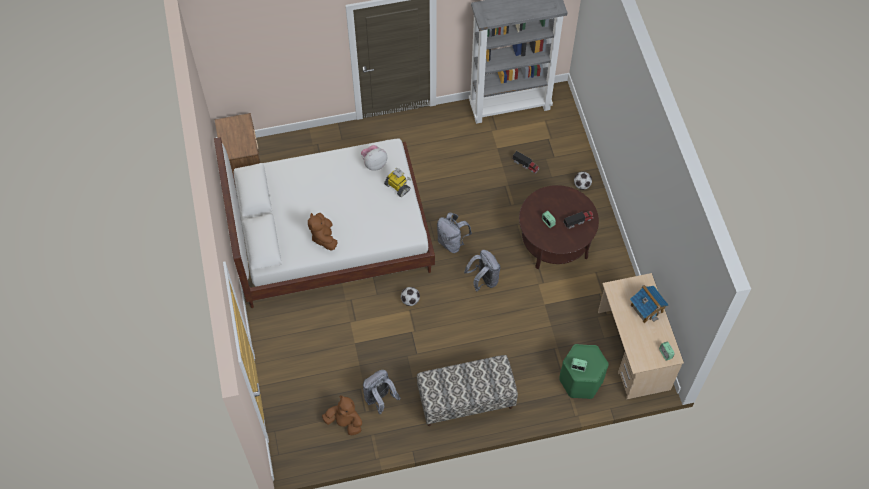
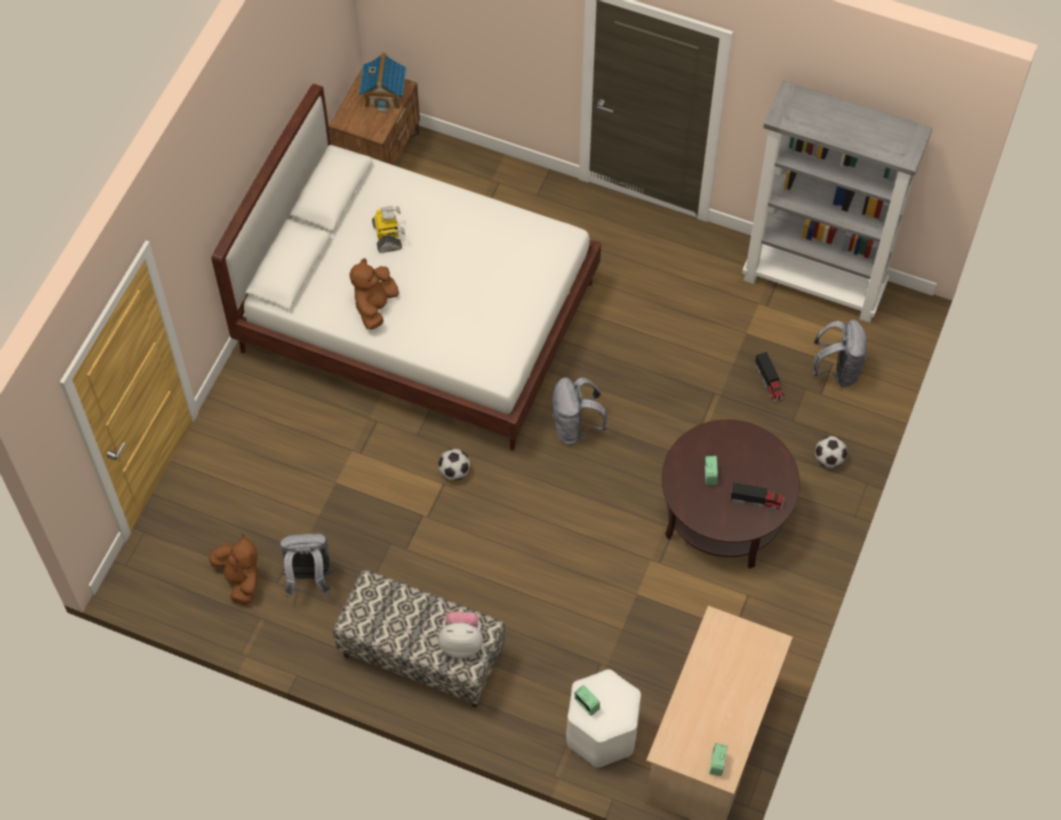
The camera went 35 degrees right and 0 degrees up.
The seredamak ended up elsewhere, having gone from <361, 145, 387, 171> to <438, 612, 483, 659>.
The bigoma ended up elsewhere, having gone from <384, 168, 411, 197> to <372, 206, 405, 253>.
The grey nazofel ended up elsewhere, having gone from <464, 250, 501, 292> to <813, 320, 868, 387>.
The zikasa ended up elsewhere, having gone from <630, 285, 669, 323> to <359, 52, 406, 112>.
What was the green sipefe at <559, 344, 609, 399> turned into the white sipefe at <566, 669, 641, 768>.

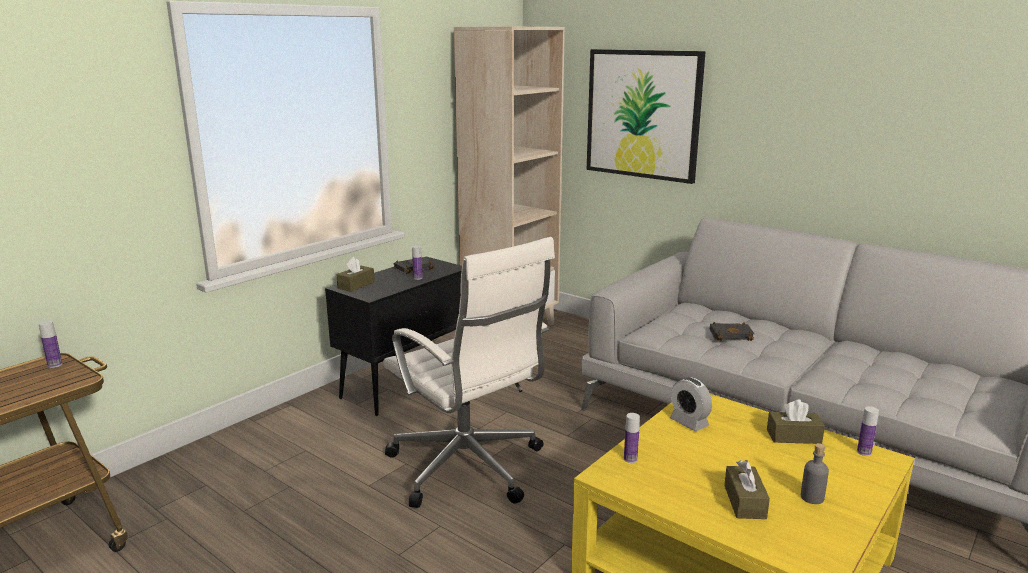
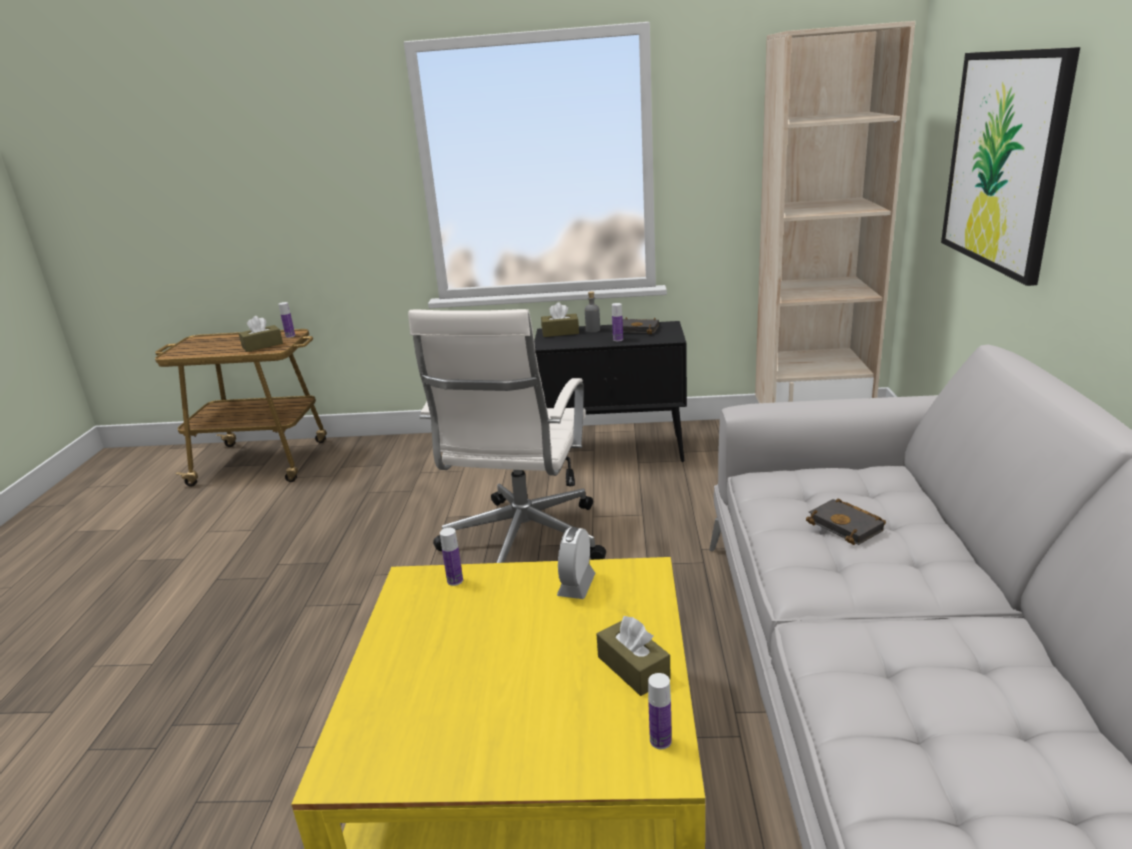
The camera went 55 degrees right and 5 degrees up.
The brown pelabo ended up elsewhere, having gone from <724, 460, 770, 519> to <239, 316, 283, 352>.
The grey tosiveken ended up elsewhere, having gone from <801, 443, 829, 504> to <585, 291, 600, 333>.

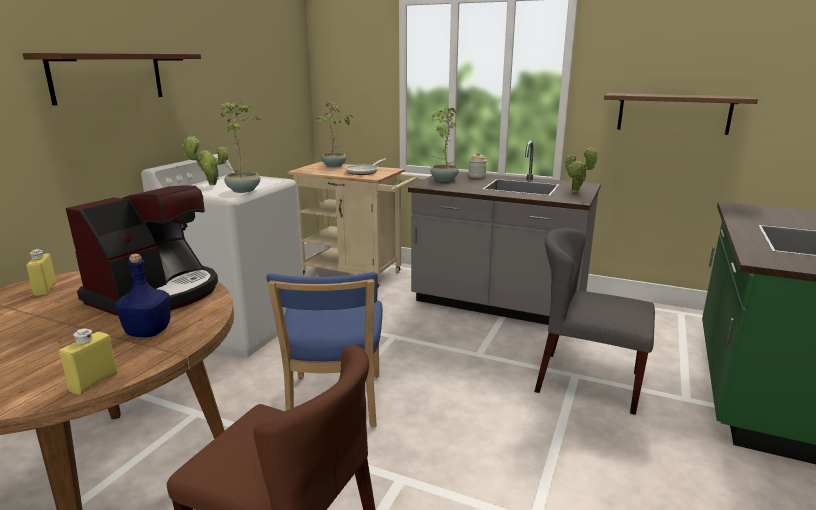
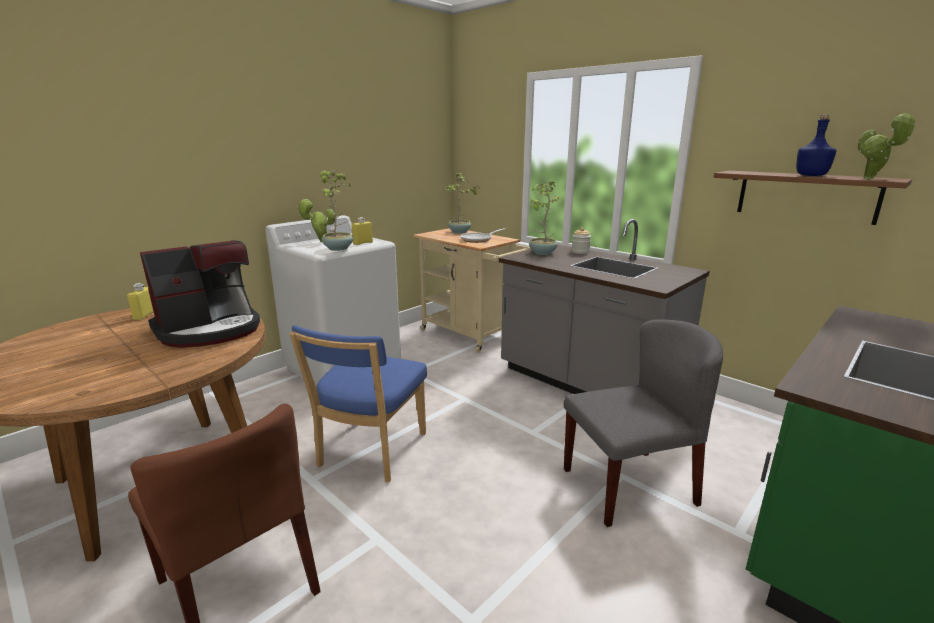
The camera went 20 degrees right and 0 degrees up.
The second view lost the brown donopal at <23, 53, 201, 105>.
The yellow tosiveken ended up elsewhere, having gone from <59, 328, 117, 395> to <351, 217, 373, 245>.
The blue tosiveken ended up elsewhere, having gone from <116, 254, 171, 337> to <796, 115, 837, 176>.
The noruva ended up elsewhere, having gone from <565, 147, 599, 192> to <858, 113, 917, 179>.
The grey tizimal at <534, 228, 655, 415> ended up facing another way, 120 degrees clockwise from before.

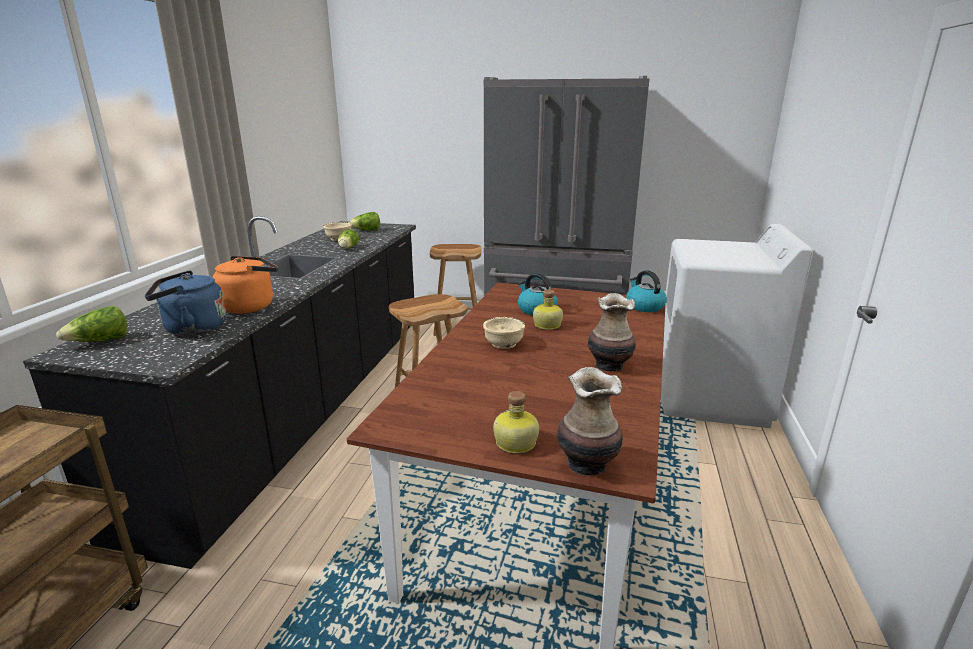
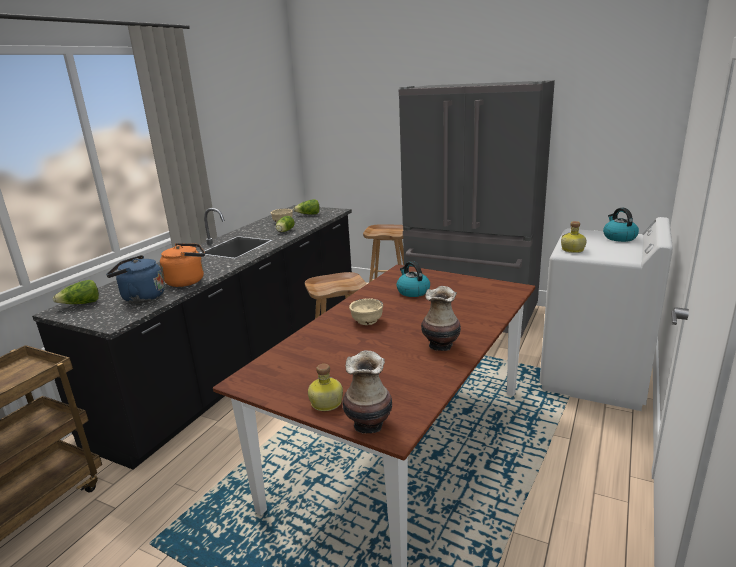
The camera went 15 degrees right and 0 degrees up.
The tosiveken ended up elsewhere, having gone from <533, 290, 563, 330> to <561, 221, 587, 253>.
The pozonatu ended up elsewhere, having gone from <626, 270, 667, 312> to <603, 208, 639, 242>.

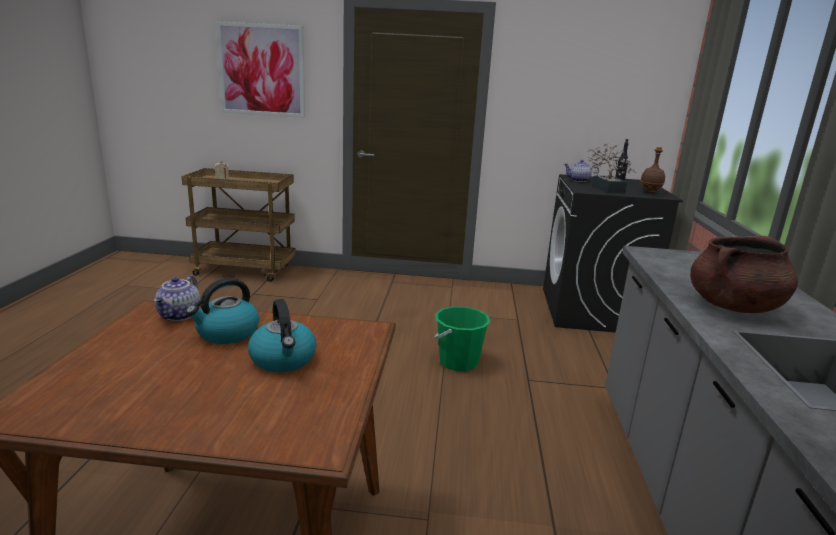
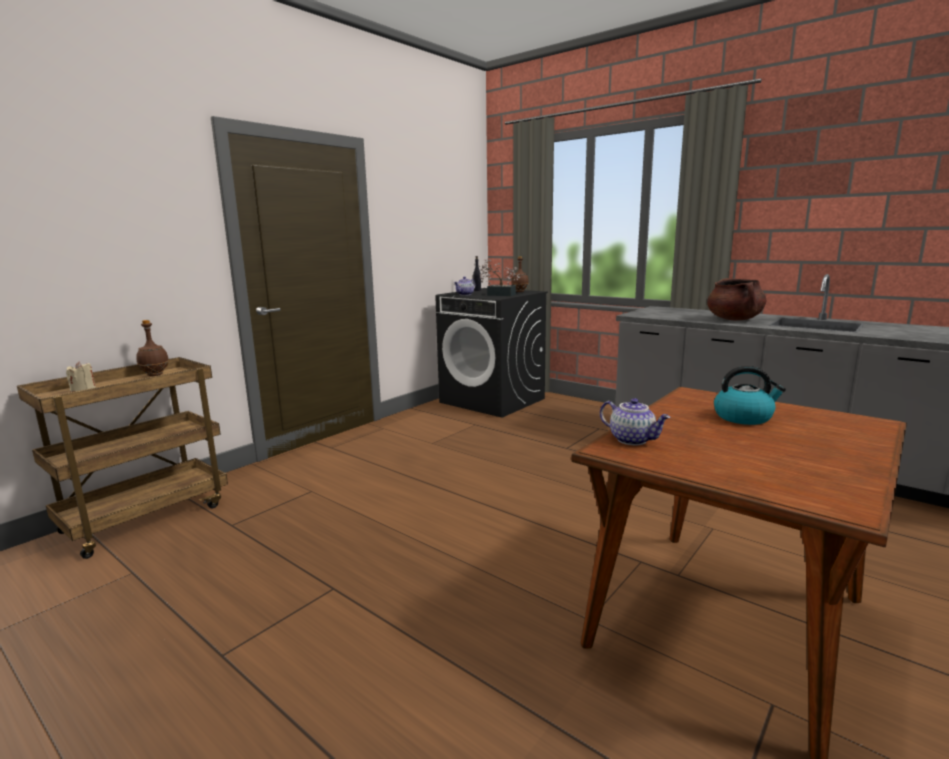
The camera went 55 degrees left and 5 degrees down.
The second view lost the pozonatu at <186, 278, 259, 344>.
The second view lost the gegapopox at <216, 21, 305, 118>.
The second view lost the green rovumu at <434, 306, 490, 371>.
The second view gained the brown tosiveken at <136, 320, 169, 376>.

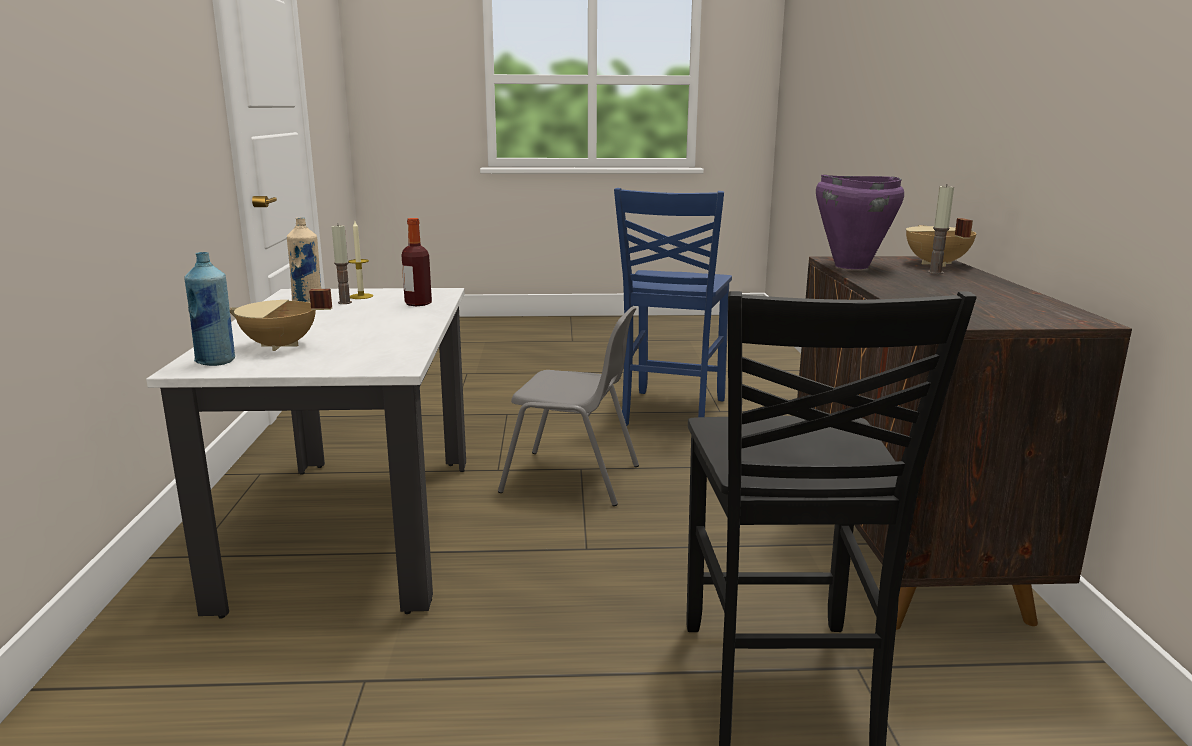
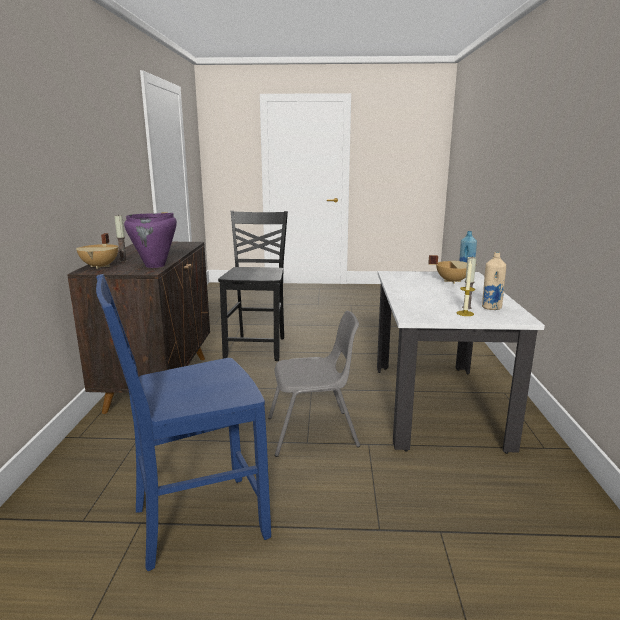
The camera went 175 degrees left and 0 degrees up.
The second view lost the tosiveken at <401, 218, 432, 306>.
The grey tizimal at <498, 307, 639, 506> ended up facing another way, 150 degrees clockwise from before.
The blue tizimal at <614, 188, 732, 426> ended up facing another way, 135 degrees counterclockwise from before.

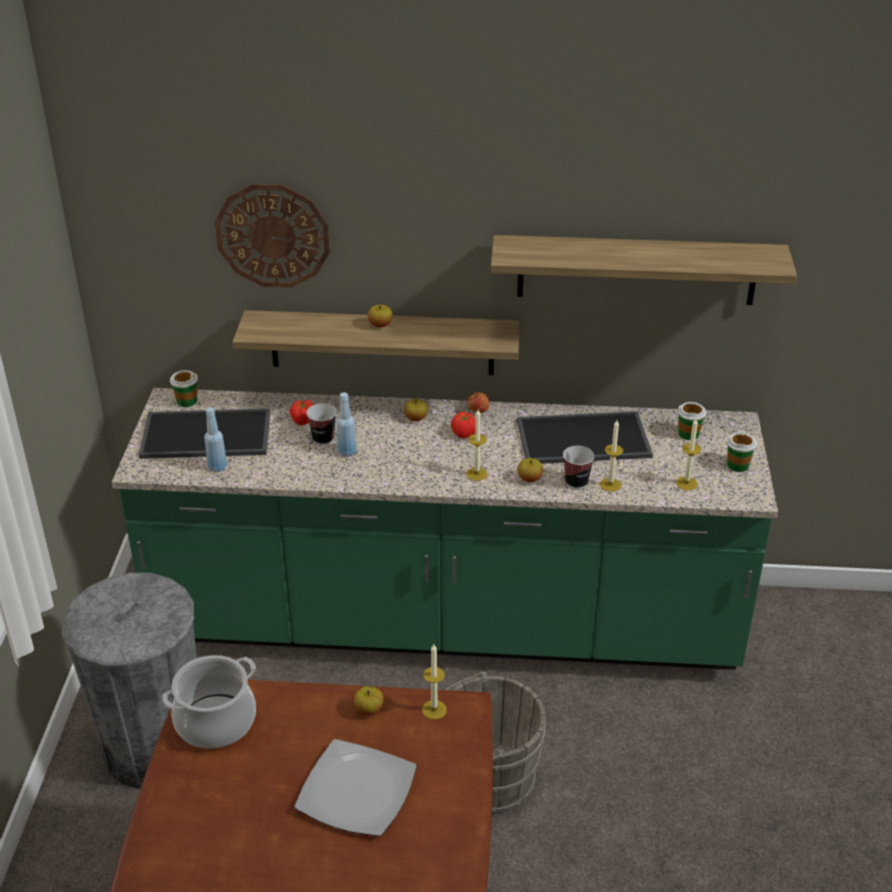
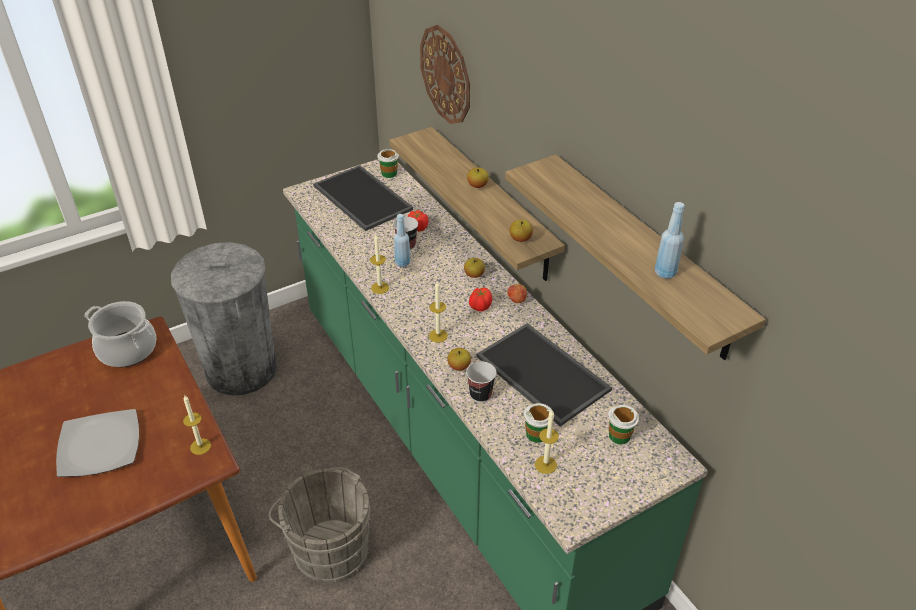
The camera went 55 degrees right and 5 degrees up.
The blue tosiveken ended up elsewhere, having gone from <204, 407, 227, 472> to <655, 202, 685, 279>.
The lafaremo ended up elsewhere, having gone from <354, 686, 384, 715> to <510, 220, 533, 242>.
The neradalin ended up elsewhere, having gone from <600, 420, 623, 492> to <370, 235, 389, 294>.
The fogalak ended up elsewhere, having gone from <727, 432, 757, 472> to <524, 403, 554, 443>.

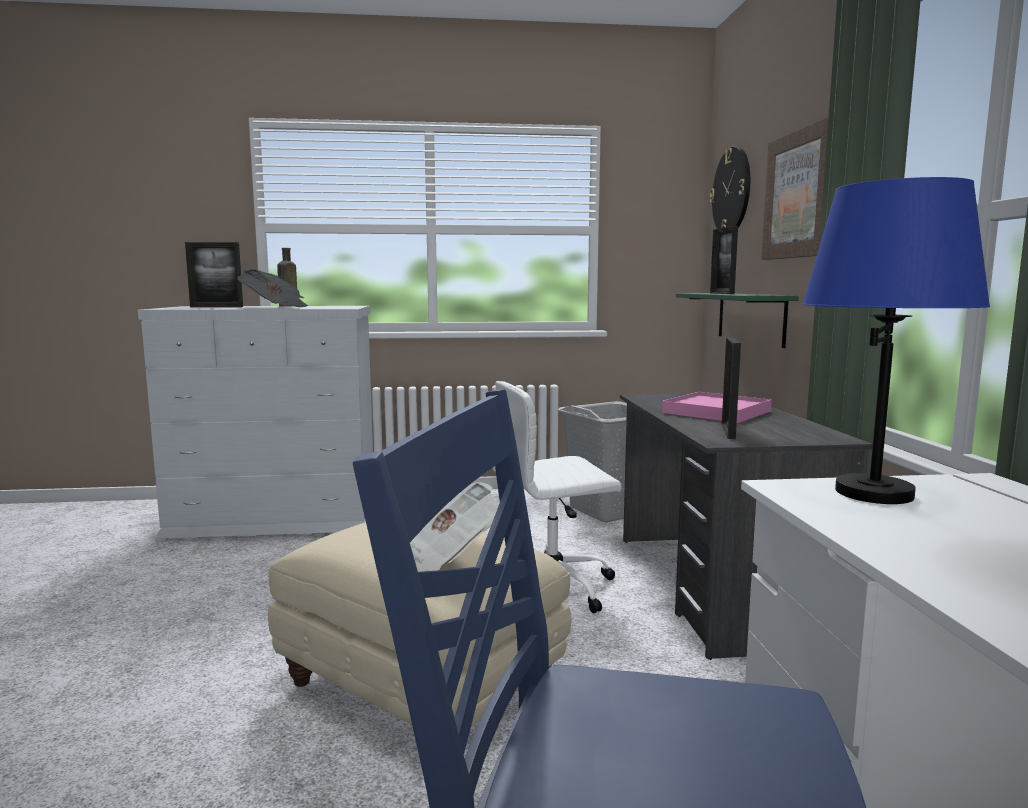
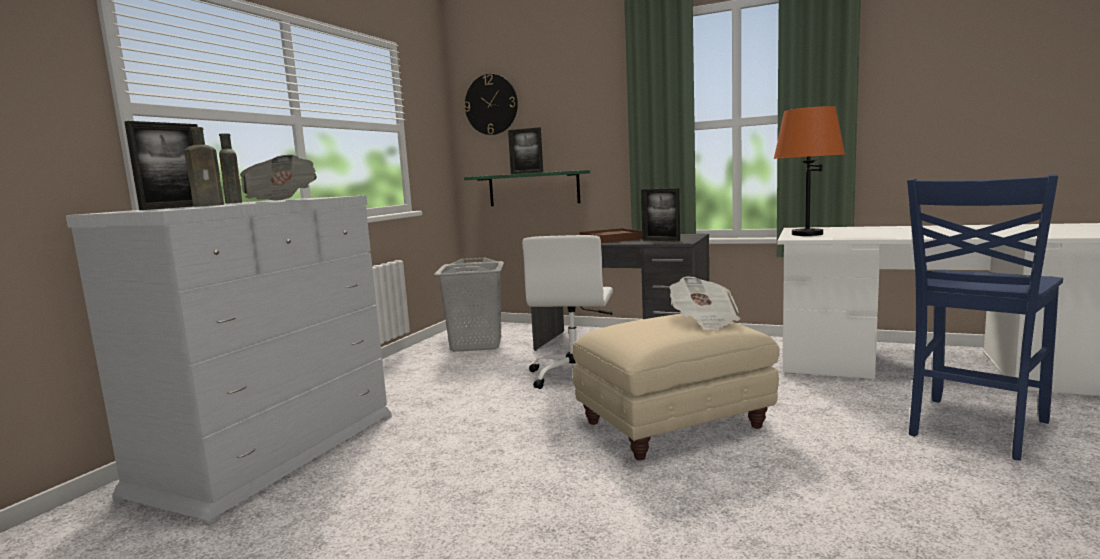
The camera went 60 degrees left and 0 degrees up.
The second view lost the gegapopox at <761, 117, 829, 260>.
The second view gained the brown tosiveken at <185, 127, 224, 207>.
What was the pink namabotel at <662, 392, 772, 423> turned into the brown namabotel at <580, 228, 642, 243>.
What was the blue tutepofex at <803, 177, 990, 504> turned into the orange tutepofex at <774, 106, 845, 236>.

